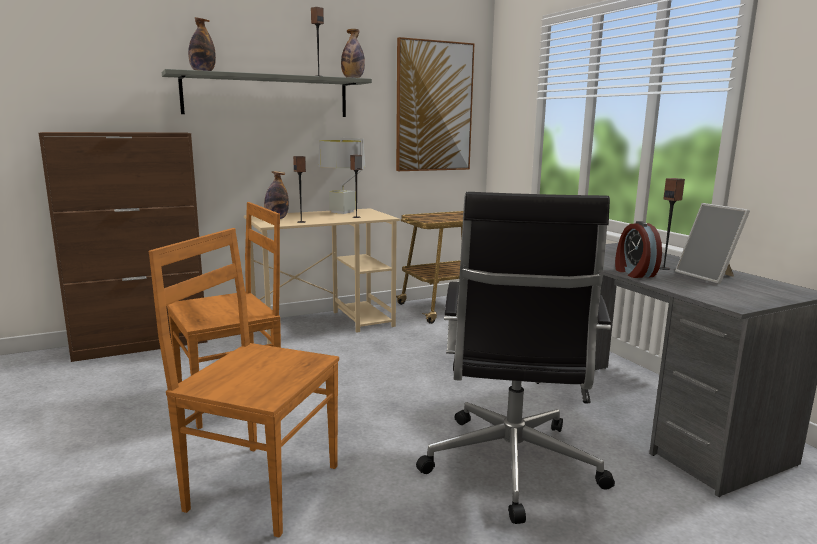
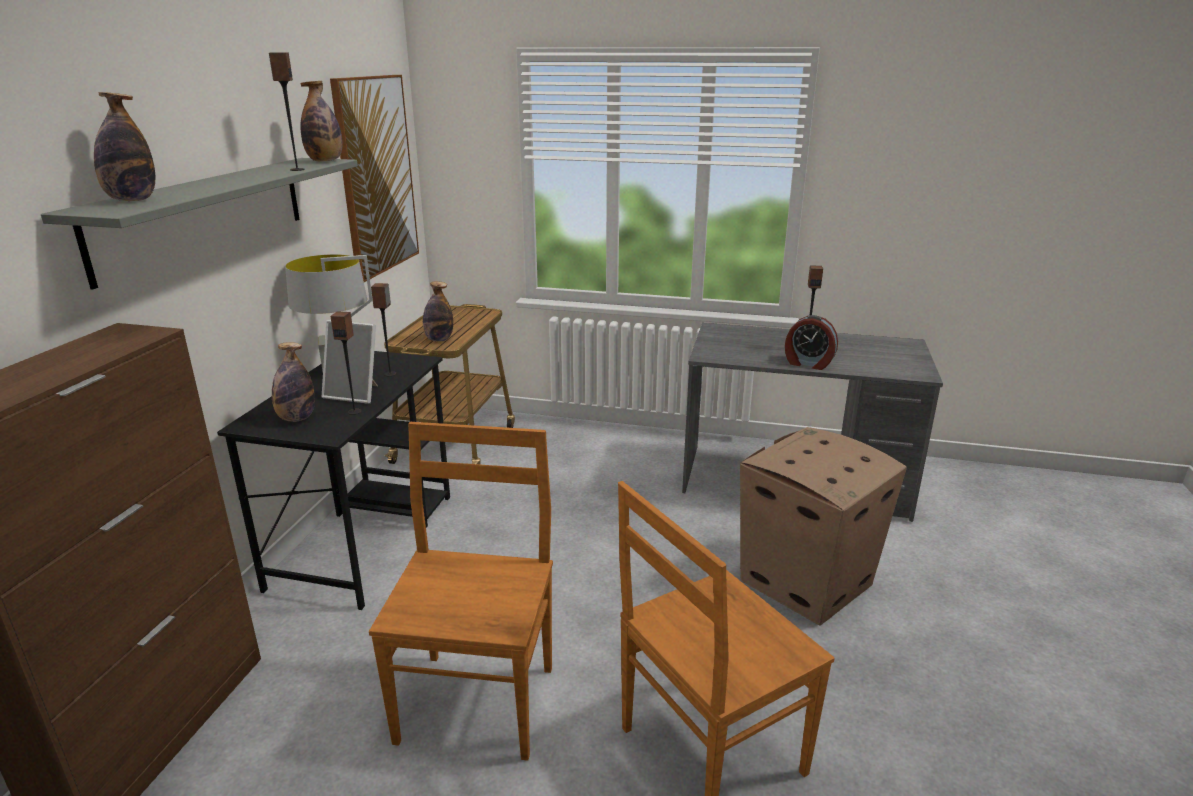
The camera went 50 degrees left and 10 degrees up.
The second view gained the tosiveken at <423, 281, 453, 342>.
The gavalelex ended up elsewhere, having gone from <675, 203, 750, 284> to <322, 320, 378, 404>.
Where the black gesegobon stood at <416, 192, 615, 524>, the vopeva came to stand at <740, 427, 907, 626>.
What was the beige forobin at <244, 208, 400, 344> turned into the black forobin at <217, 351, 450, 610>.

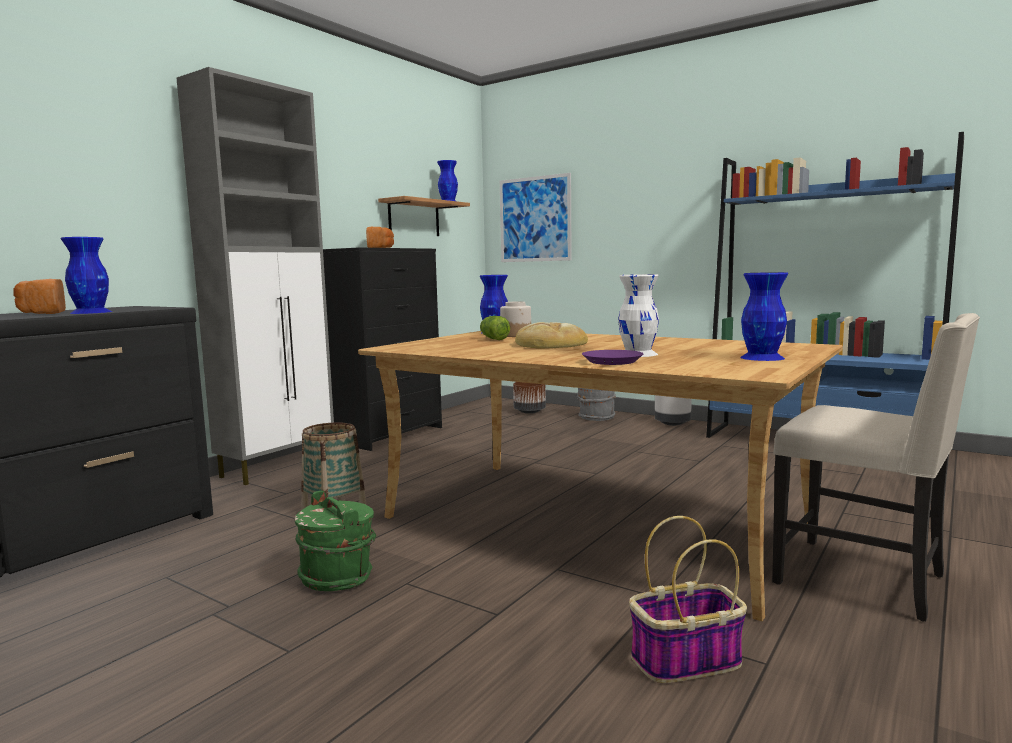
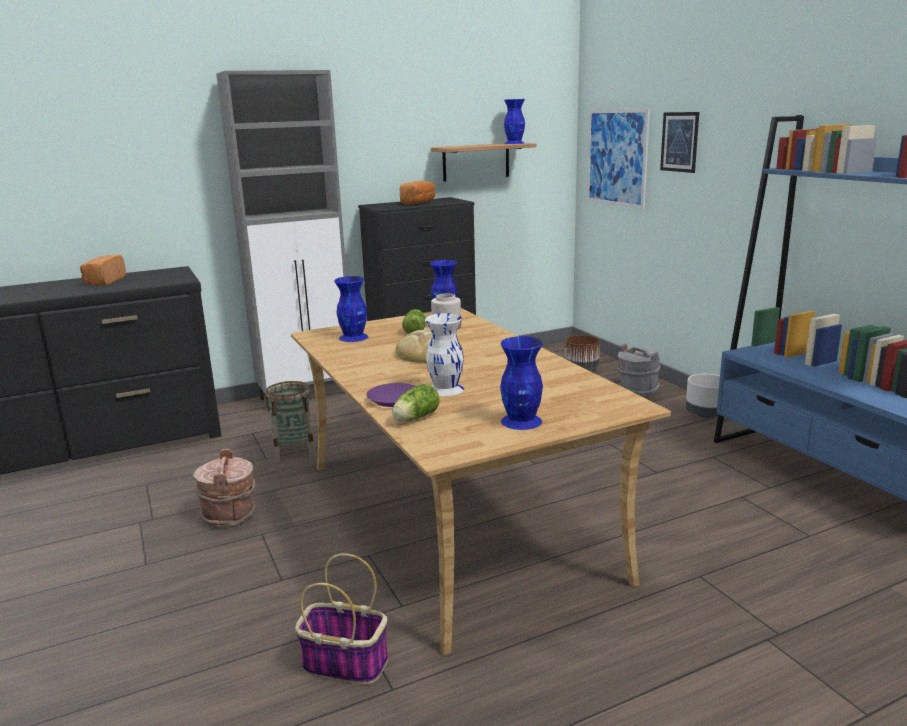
The camera went 30 degrees right and 10 degrees up.
The second view lost the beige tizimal at <772, 313, 980, 621>.
The second view gained the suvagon at <392, 384, 440, 421>.
The second view gained the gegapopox at <660, 112, 699, 173>.
The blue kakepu ended up elsewhere, having gone from <61, 237, 112, 314> to <334, 276, 368, 342>.
What was the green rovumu at <295, 491, 376, 591> turned into the brown rovumu at <193, 449, 256, 528>.

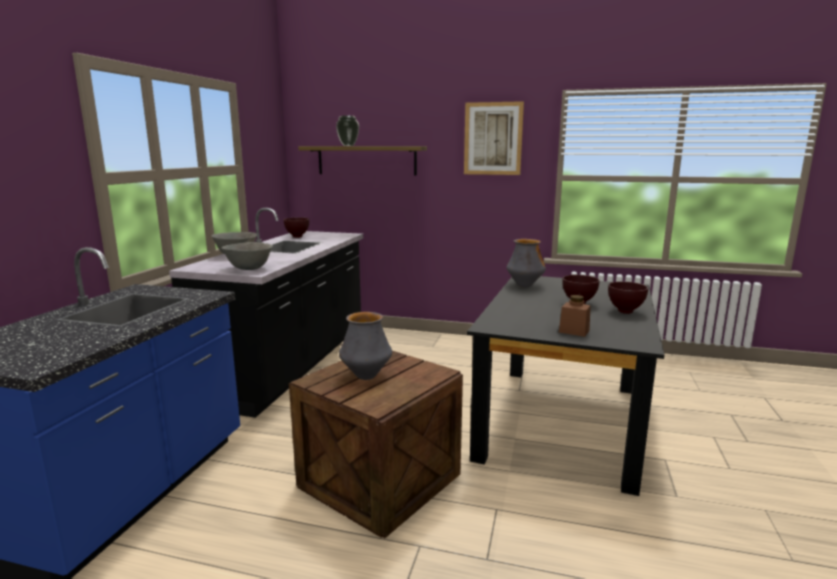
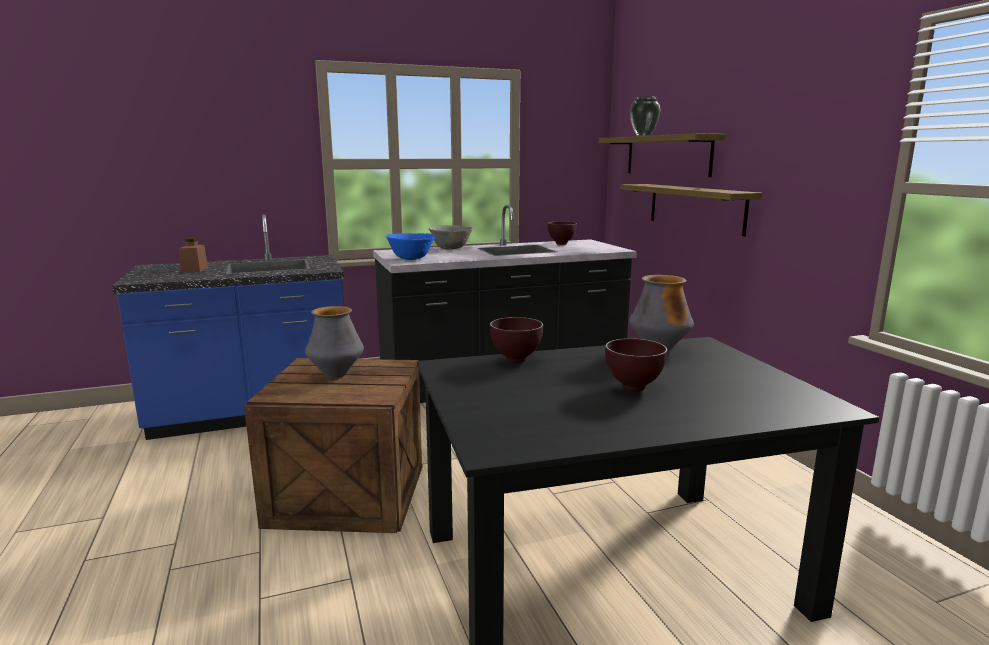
The camera went 55 degrees right and 0 degrees up.
The second view lost the gegapopox at <464, 101, 524, 175>.
The second view gained the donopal at <620, 184, 762, 236>.
The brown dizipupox ended up elsewhere, having gone from <559, 295, 591, 337> to <179, 237, 208, 272>.
The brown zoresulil ended up elsewhere, having gone from <608, 281, 648, 314> to <490, 317, 543, 363>.
What was the grey zoresulil at <222, 242, 273, 270> turned into the blue zoresulil at <386, 233, 435, 260>.

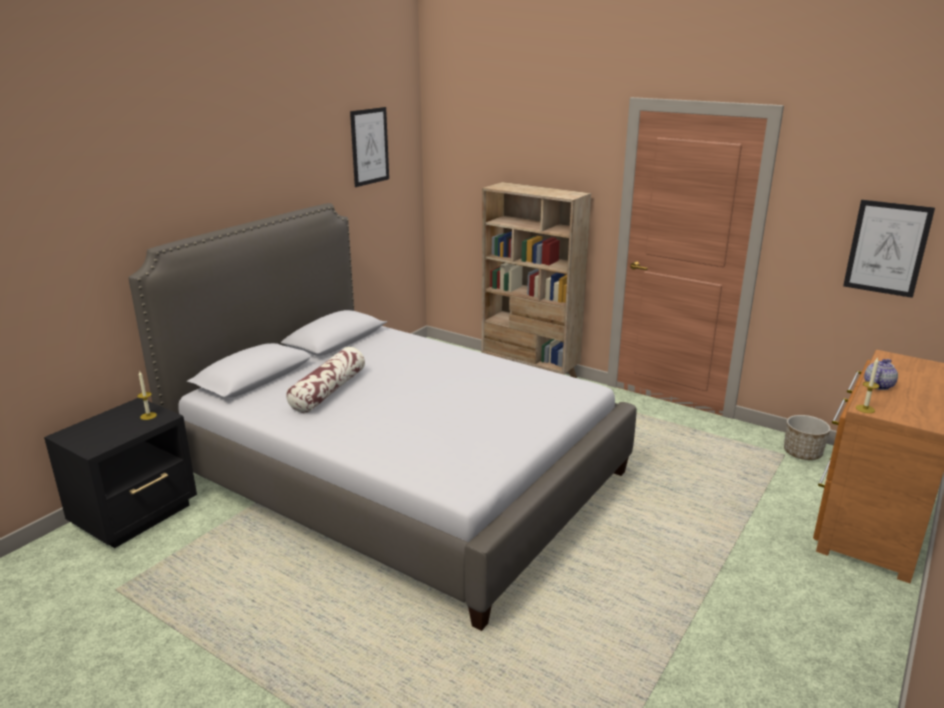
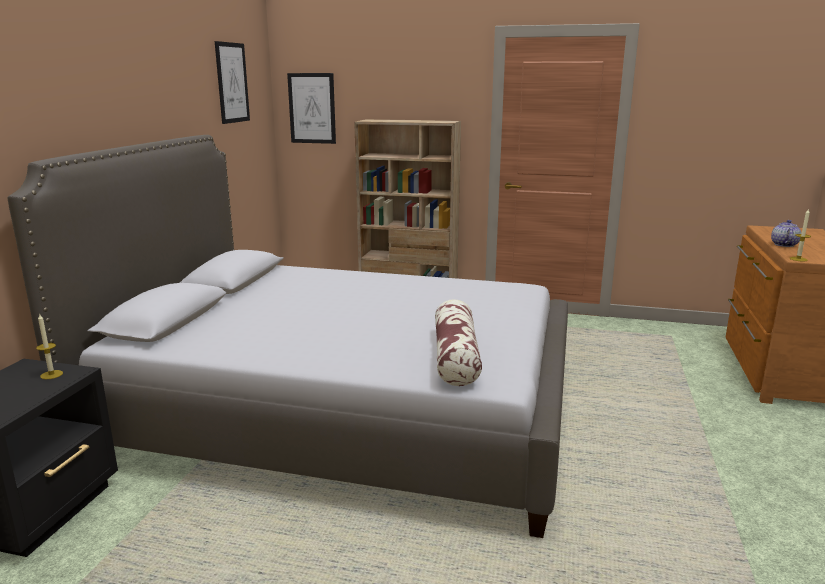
The camera went 20 degrees left and 5 degrees down.
The second view lost the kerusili at <784, 415, 831, 460>.
The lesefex ended up elsewhere, having gone from <286, 347, 365, 413> to <435, 299, 482, 386>.
The gegapopox ended up elsewhere, having gone from <843, 200, 935, 298> to <287, 73, 336, 144>.

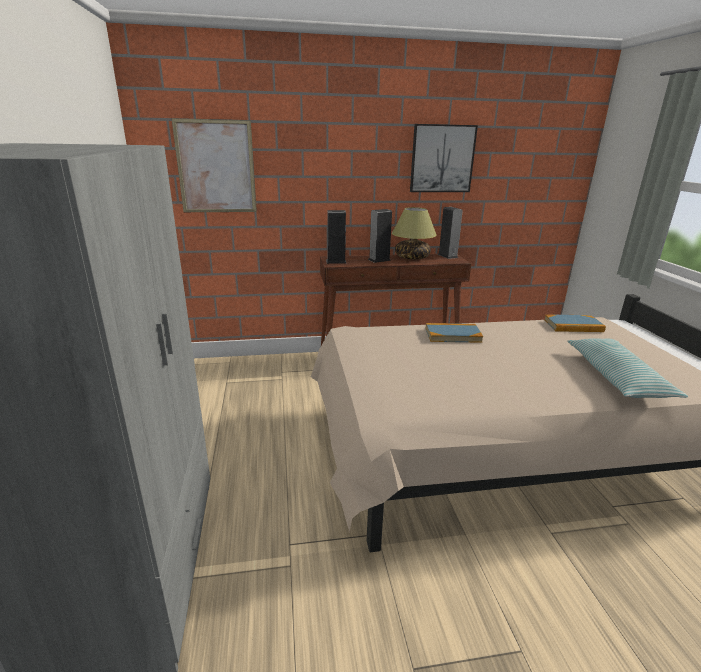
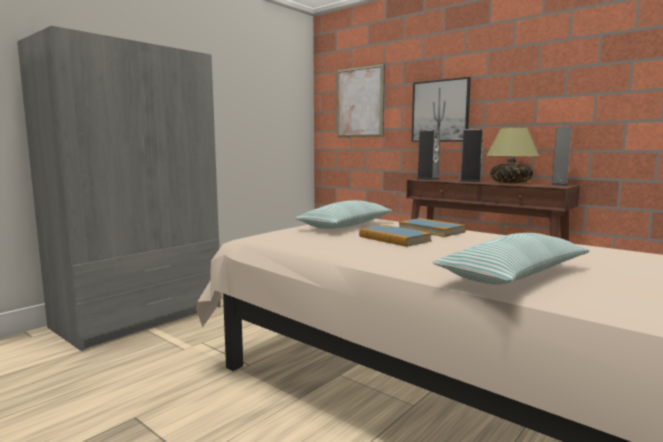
The camera went 50 degrees right and 15 degrees down.
The second view gained the lesefex at <295, 200, 393, 229>.
The gegapopox ended up elsewhere, having gone from <410, 124, 478, 192> to <412, 77, 471, 142>.
The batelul ended up elsewhere, having gone from <544, 315, 606, 332> to <359, 225, 432, 247>.

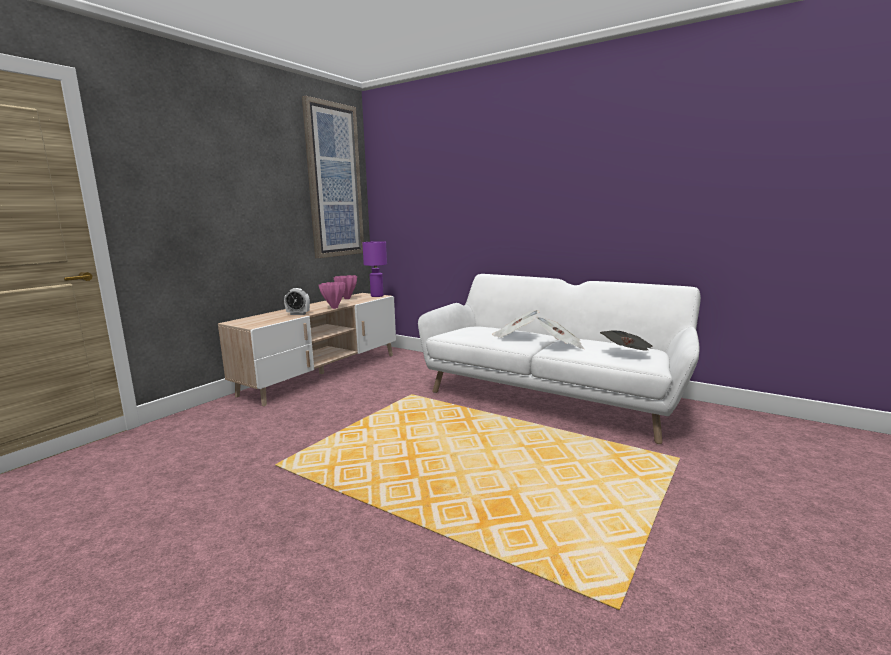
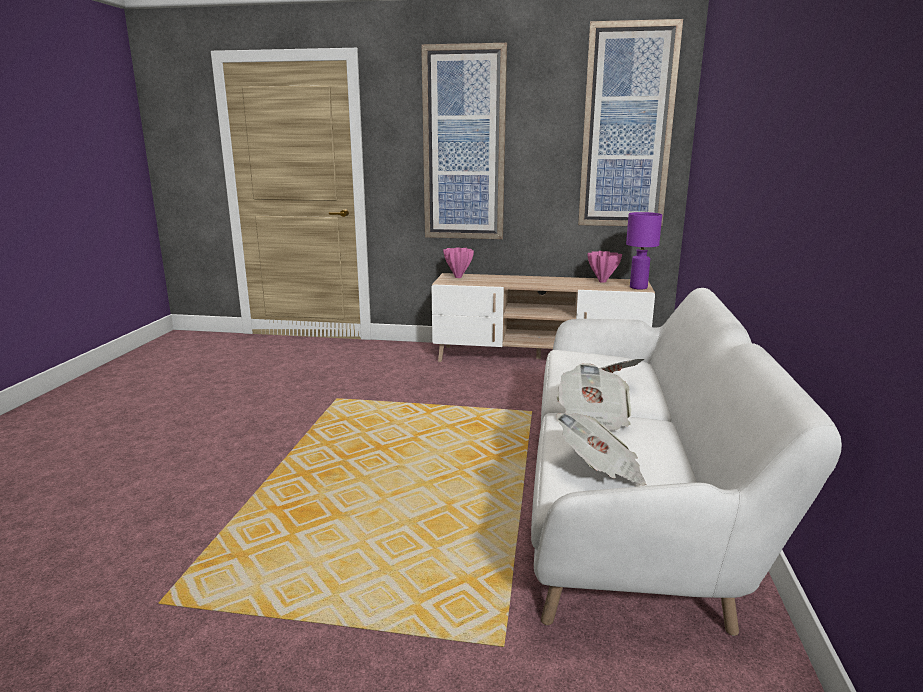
The camera went 65 degrees right and 5 degrees up.
The second view lost the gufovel at <284, 288, 310, 315>.
The second view gained the gegapopox at <421, 43, 507, 239>.
The pink kakepu ended up elsewhere, having gone from <319, 282, 346, 309> to <443, 247, 474, 278>.

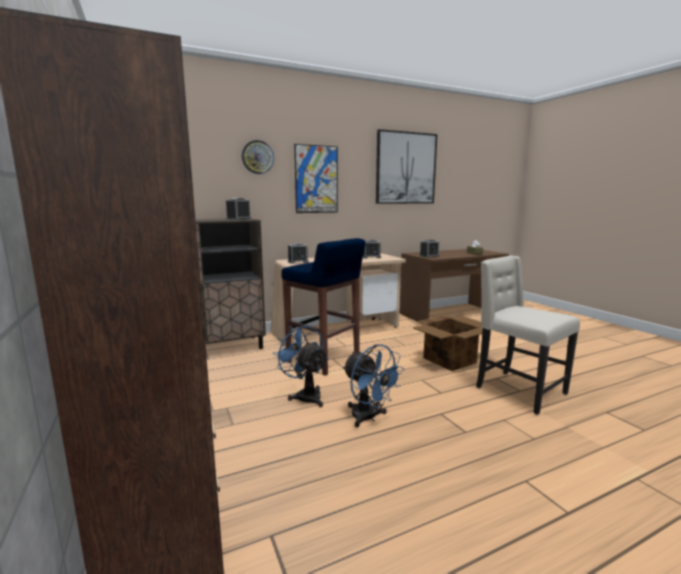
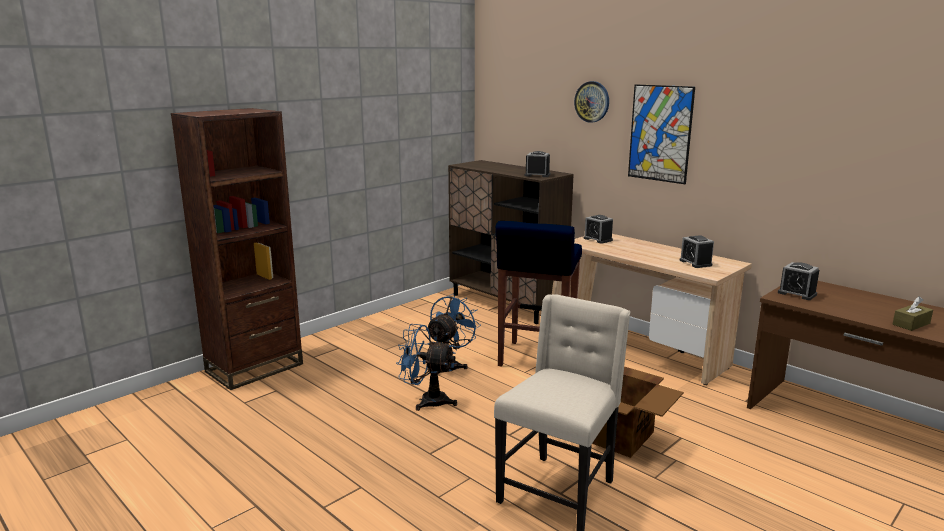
The camera went 70 degrees right and 5 degrees up.
The second view lost the gegapopox at <376, 129, 437, 204>.
The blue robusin at <343, 344, 405, 427> ended up facing another way, 75 degrees clockwise from before.

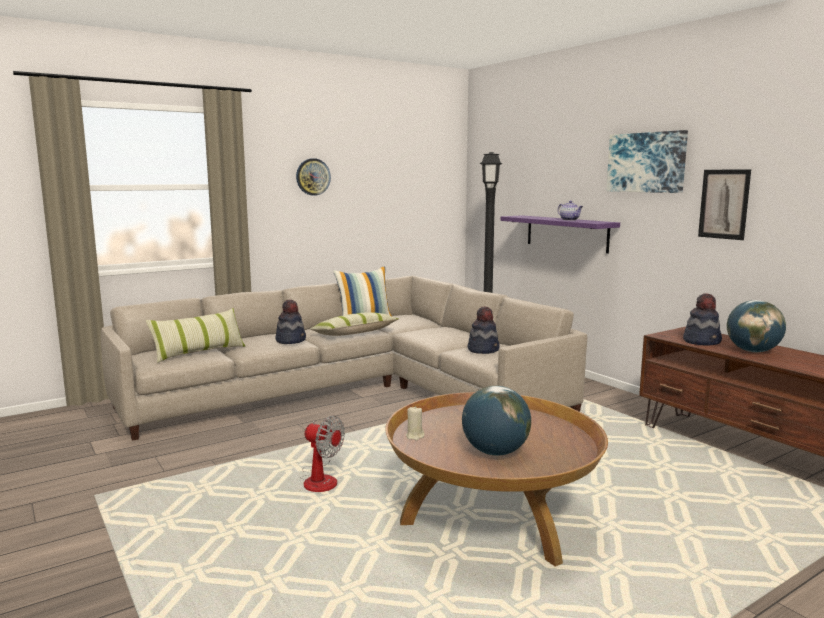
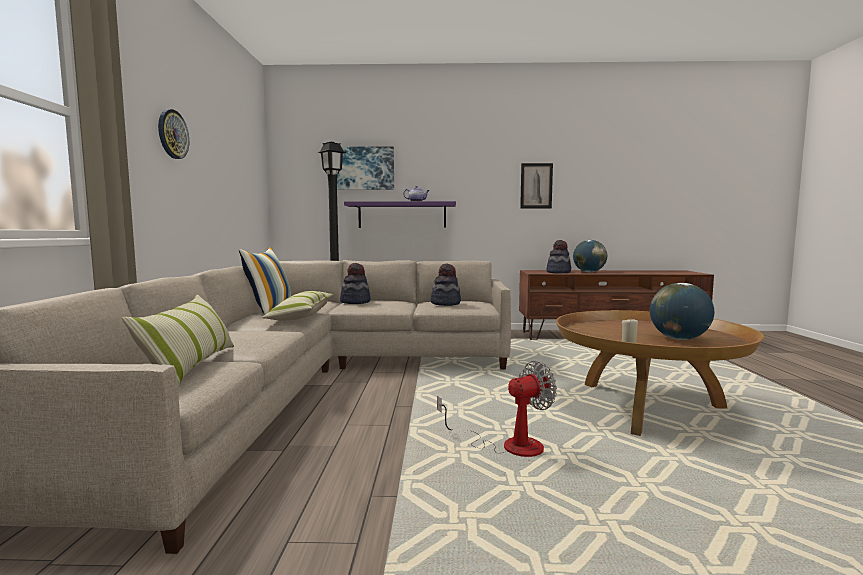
The camera went 55 degrees left and 5 degrees down.
The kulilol ended up elsewhere, having gone from <275, 299, 306, 344> to <340, 263, 371, 304>.
The gegapopox ended up elsewhere, having gone from <607, 130, 688, 193> to <337, 146, 394, 190>.

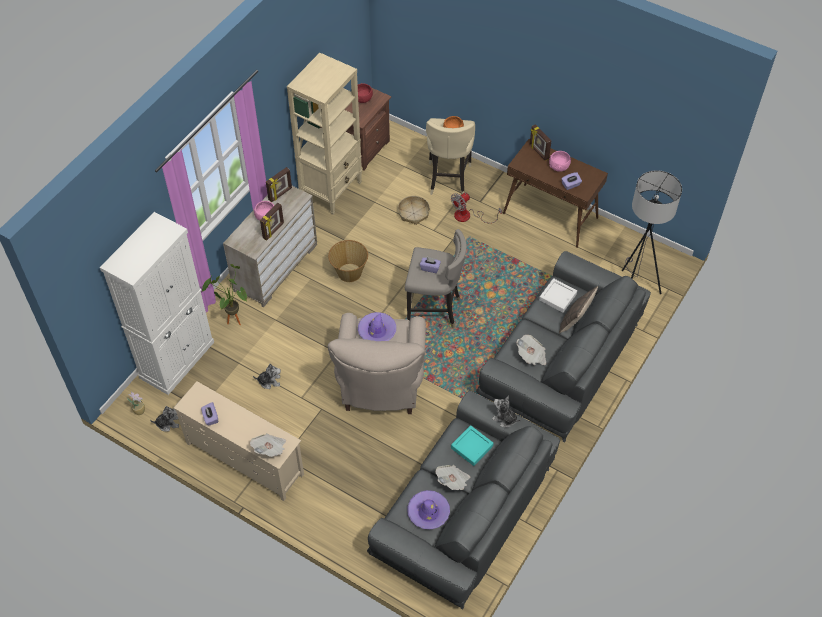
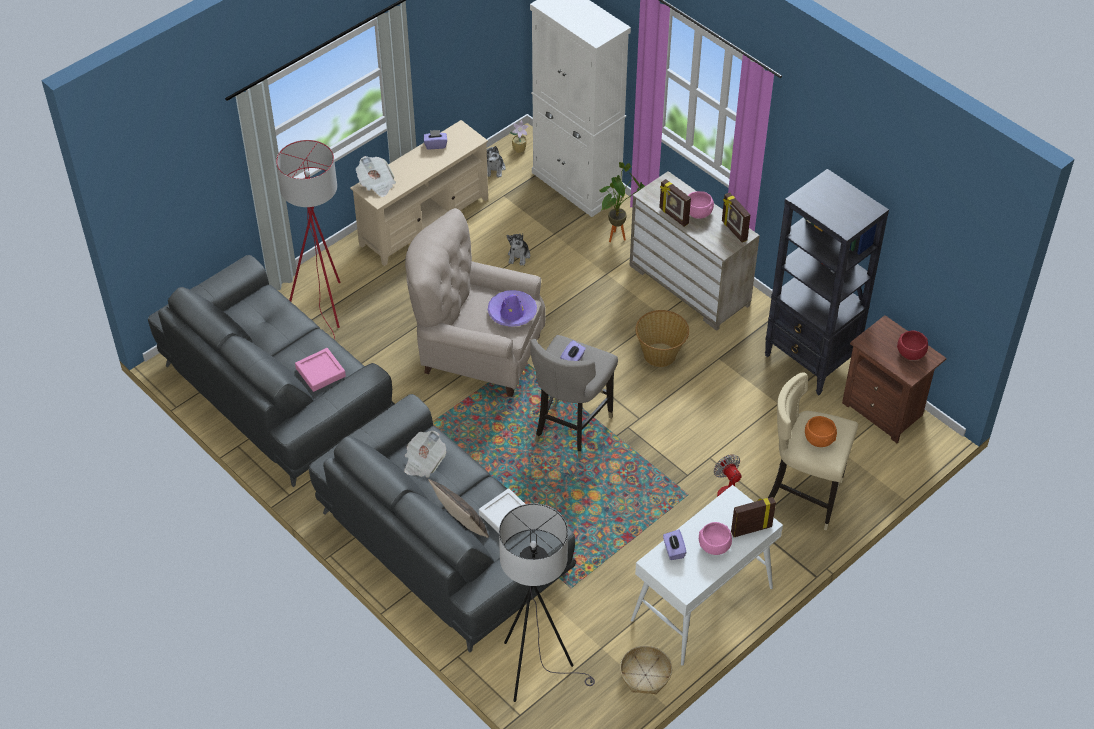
The camera went 105 degrees right and 5 degrees down.
The second view lost the purple kulilol at <407, 490, 450, 529>.
The second view lost the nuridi at <435, 465, 470, 490>.
The second view lost the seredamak at <492, 395, 521, 427>.
The second view gained the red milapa at <276, 140, 340, 340>.
The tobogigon ended up elsewhere, having gone from <398, 196, 430, 225> to <620, 645, 672, 694>.
What was the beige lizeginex at <287, 53, 362, 215> turned into the black lizeginex at <765, 169, 889, 395>.
What was the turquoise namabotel at <451, 425, 493, 466> turned into the pink namabotel at <295, 348, 346, 392>.
What was the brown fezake at <503, 139, 608, 248> turned into the white fezake at <631, 485, 783, 666>.

